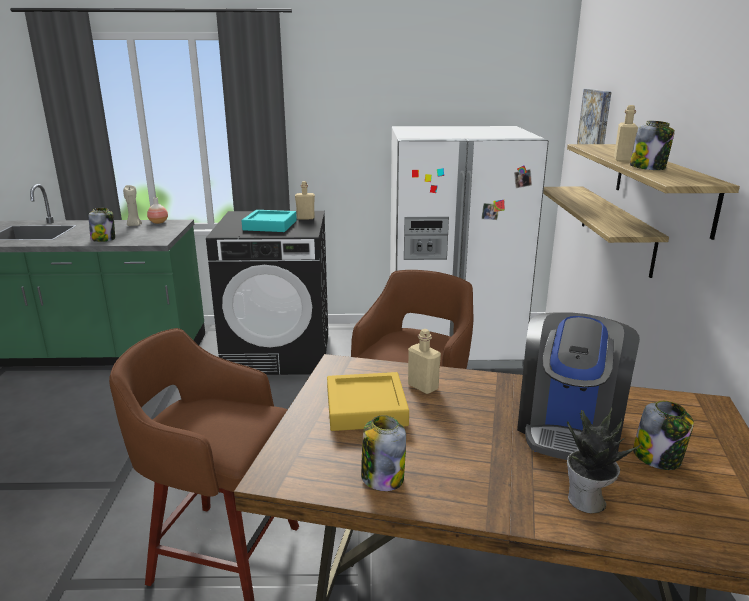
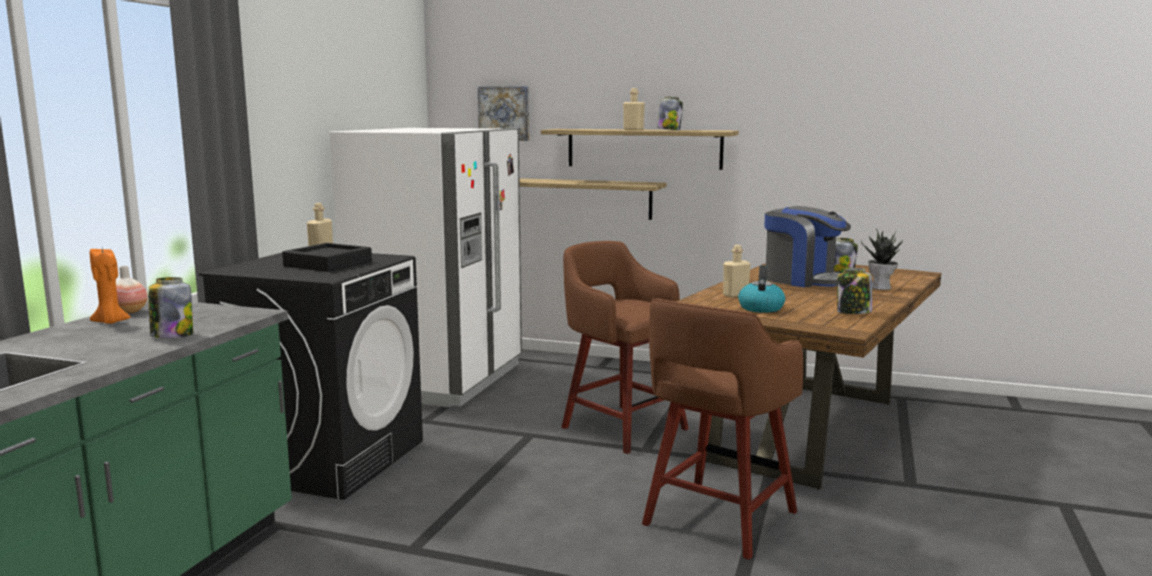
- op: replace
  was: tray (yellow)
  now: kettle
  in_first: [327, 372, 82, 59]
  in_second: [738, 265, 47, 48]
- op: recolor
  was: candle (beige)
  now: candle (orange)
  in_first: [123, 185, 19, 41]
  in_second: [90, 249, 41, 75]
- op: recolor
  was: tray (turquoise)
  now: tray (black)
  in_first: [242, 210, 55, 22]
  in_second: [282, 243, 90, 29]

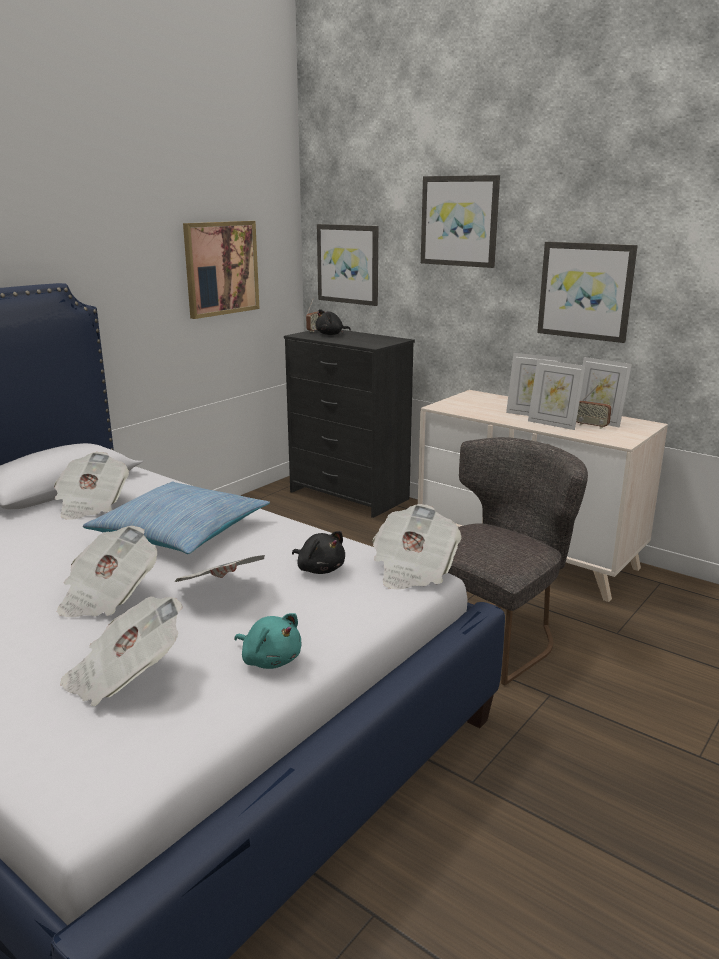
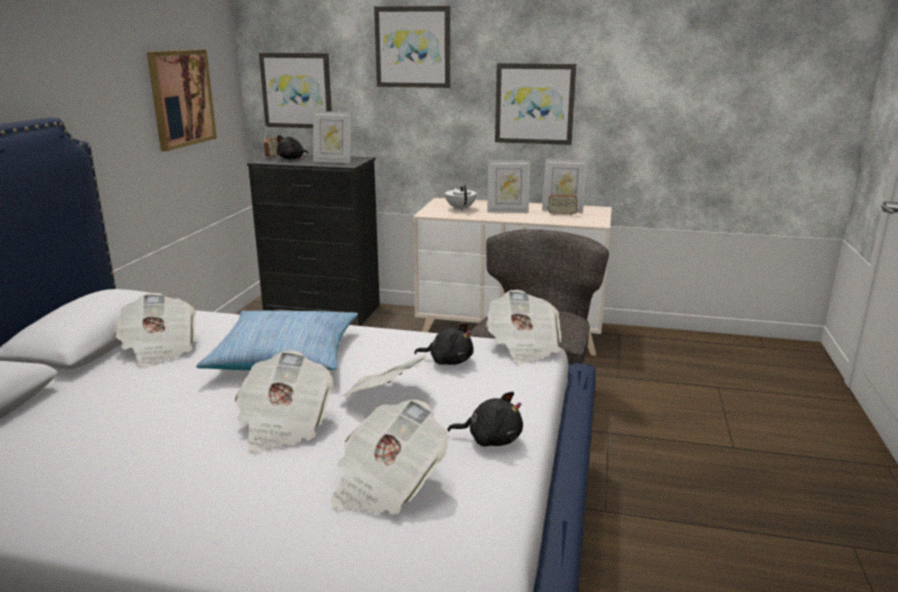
- op: insert
  now: teapot (white)
  in_second: [445, 185, 32, 26]
- op: move
  was: picture frame
  in_first: [528, 359, 58, 71]
  in_second: [313, 111, 38, 52]
- op: recolor
  was: plush toy (turquoise)
  now: plush toy (black)
  in_first: [234, 613, 68, 56]
  in_second: [447, 392, 76, 55]

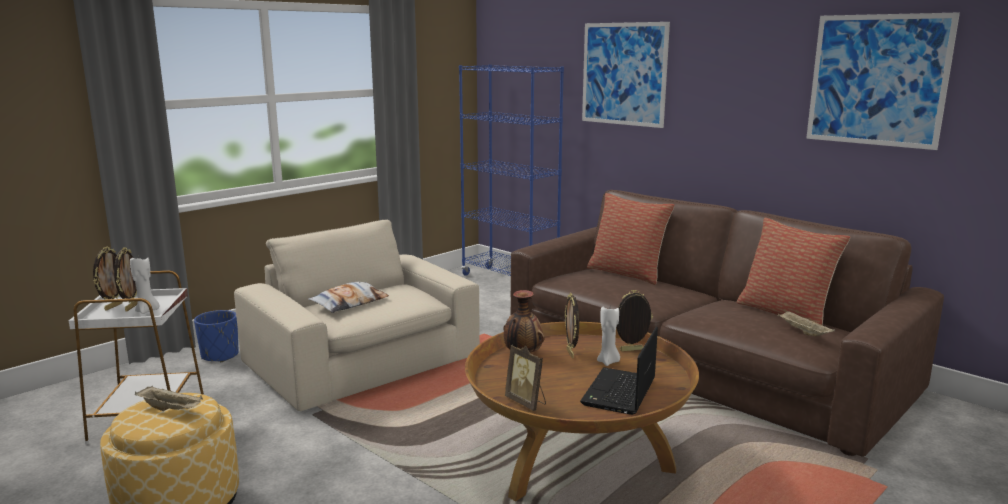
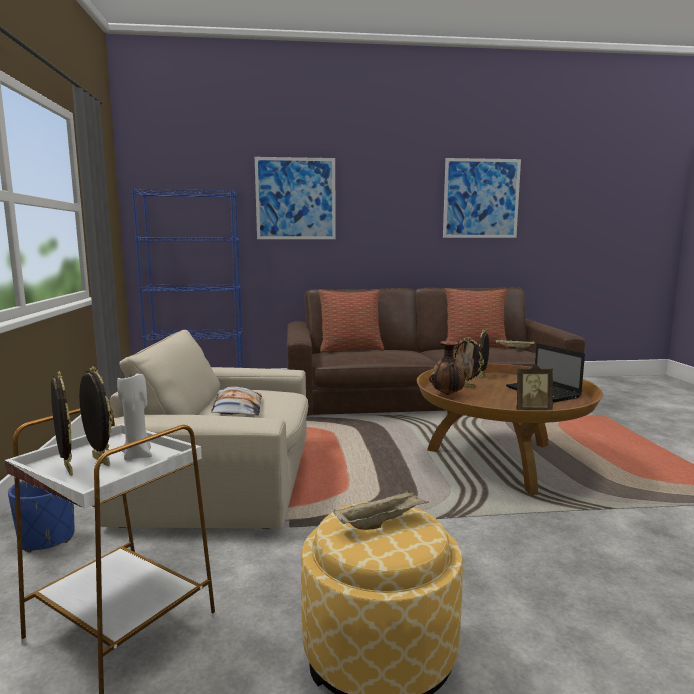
- op: delete
  was: candle (white)
  in_first: [597, 307, 23, 59]

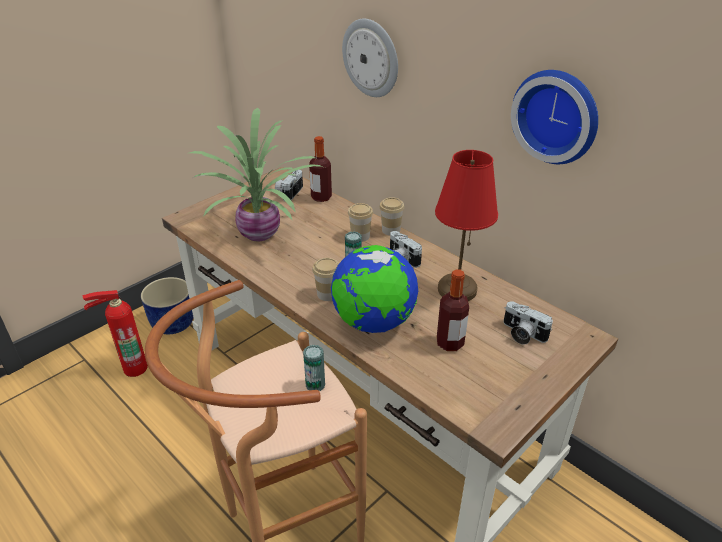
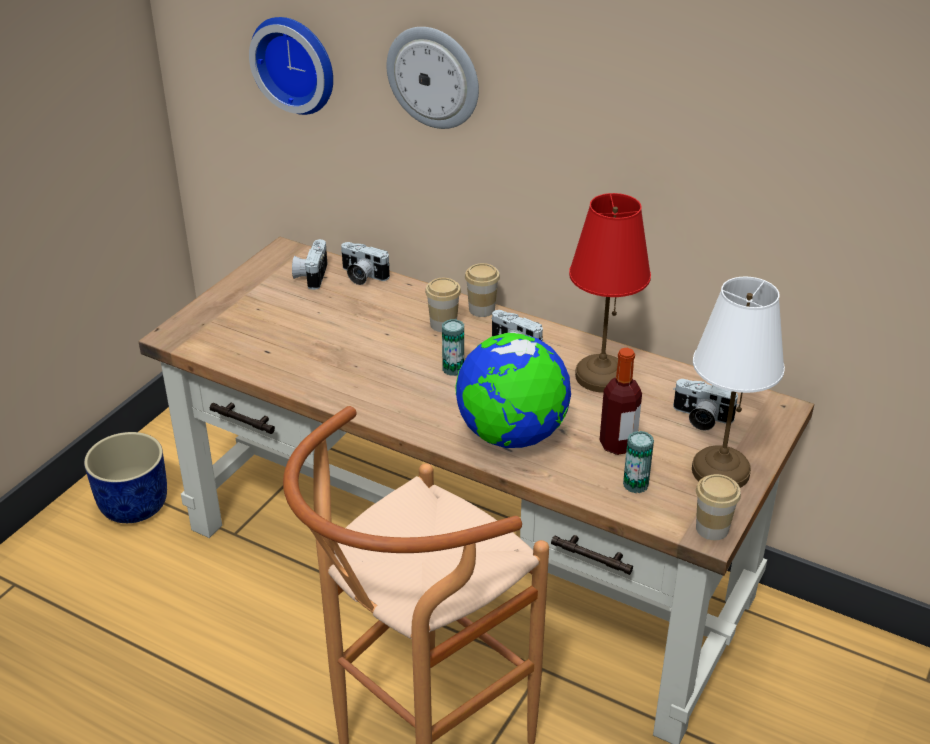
- op: delete
  was: fire extinguisher
  in_first: [83, 290, 65, 87]
- op: delete
  was: potted plant
  in_first: [190, 108, 133, 133]
- op: insert
  now: table lamp (white)
  in_second: [692, 277, 93, 211]
- op: move
  was: can
  in_first: [303, 345, 22, 46]
  in_second: [623, 431, 31, 62]
- op: move
  was: cup
  in_first: [312, 258, 27, 43]
  in_second: [696, 474, 45, 66]
- op: move
  was: wall clock
  in_first: [511, 70, 87, 94]
  in_second: [249, 17, 84, 98]
- op: replace
  was: bottle
  now: photo camera
  in_first: [309, 136, 23, 66]
  in_second: [341, 242, 49, 43]

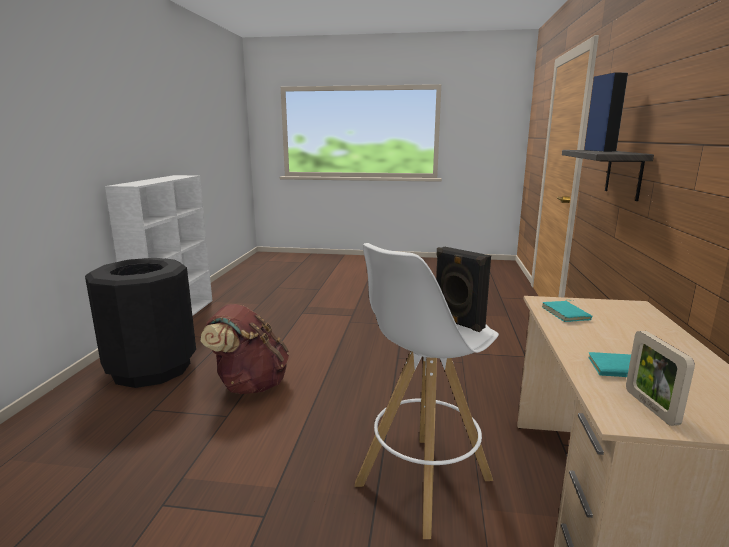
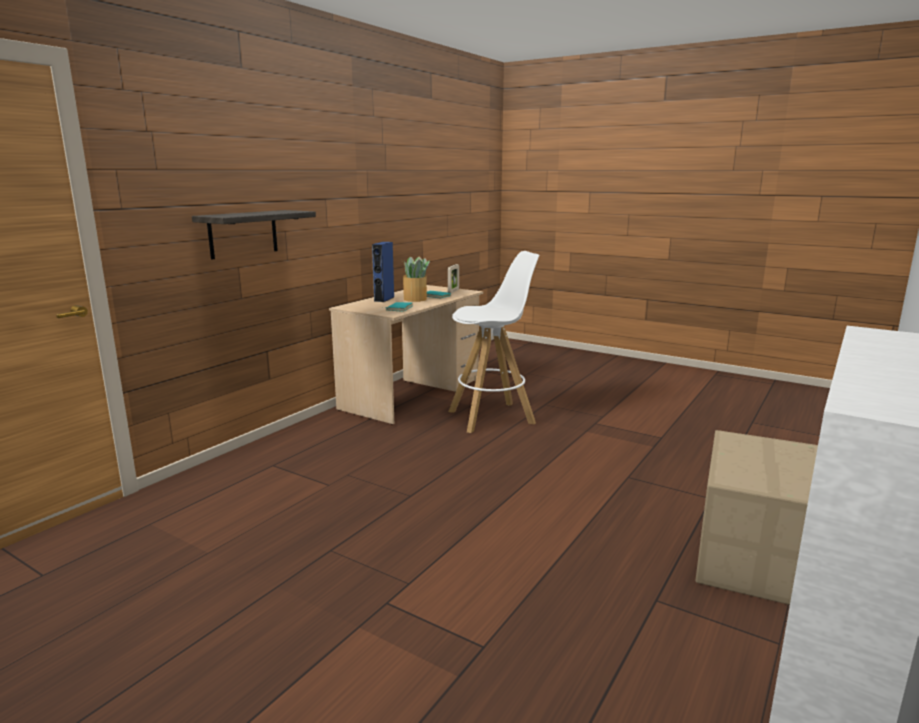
- op: delete
  was: backpack (brown)
  in_first: [201, 304, 88, 90]
- op: delete
  was: speaker (black)
  in_first: [436, 247, 55, 85]
- op: insert
  now: potted plant
  in_second: [402, 257, 28, 45]
- op: move
  was: speaker (blue)
  in_first: [584, 72, 44, 80]
  in_second: [372, 242, 22, 60]
- op: replace
  was: trash can (black)
  now: cardboard box
  in_first: [85, 258, 111, 130]
  in_second: [695, 430, 123, 175]

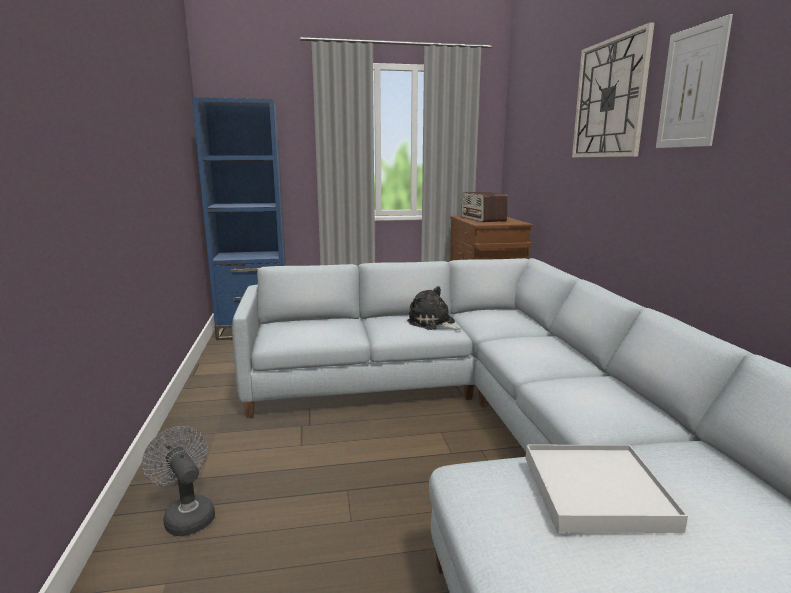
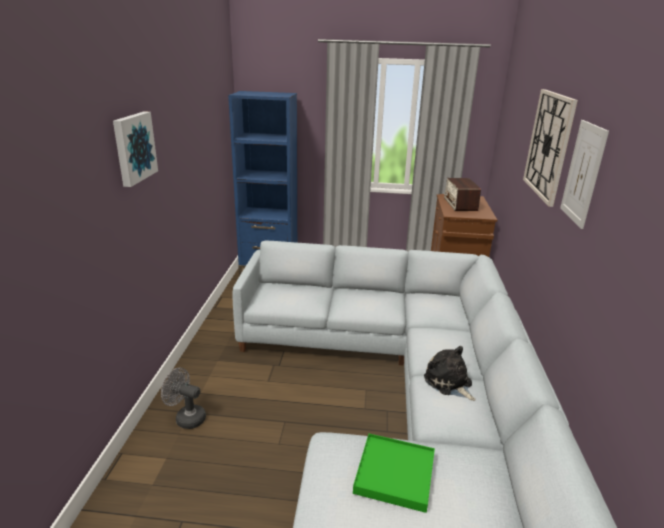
- op: insert
  now: picture
  in_second: [113, 111, 45, 76]
- op: move
  was: plush toy
  in_first: [407, 286, 54, 44]
  in_second: [424, 346, 52, 55]
- op: recolor
  was: tray (white)
  now: tray (green)
  in_first: [525, 445, 163, 88]
  in_second: [353, 433, 82, 80]
- op: rotate
  was: fan (grey)
  in_first: [142, 426, 73, 110]
  in_second: [161, 368, 45, 61]
  clockwise: -45

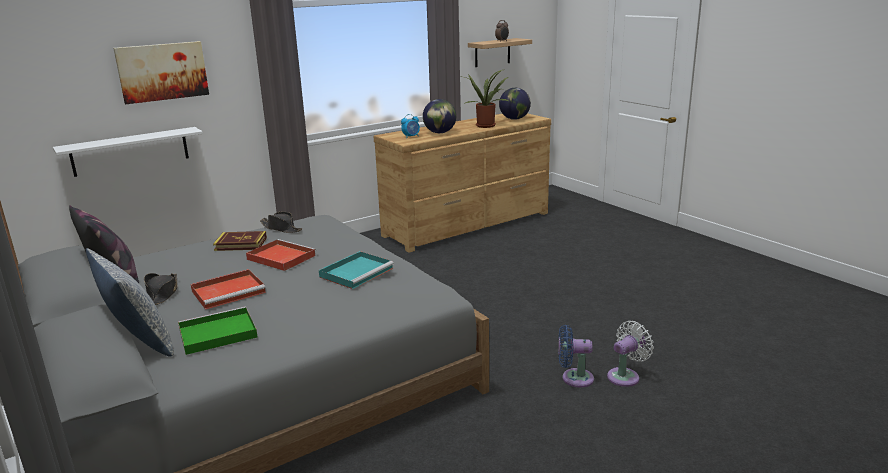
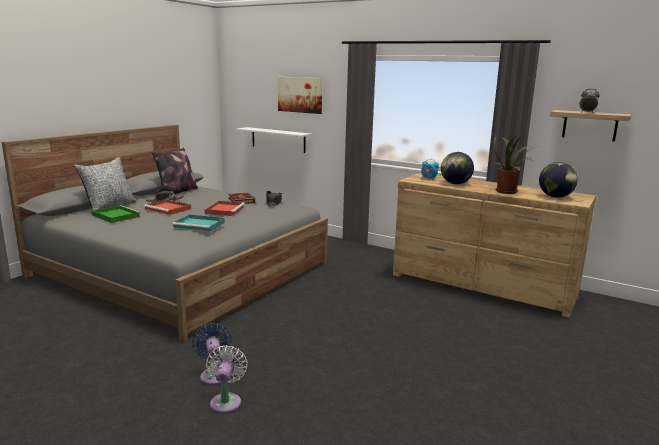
- op: rotate
  was: fan (white)
  in_first: [607, 321, 47, 66]
  in_second: [206, 345, 42, 68]
  clockwise: -120

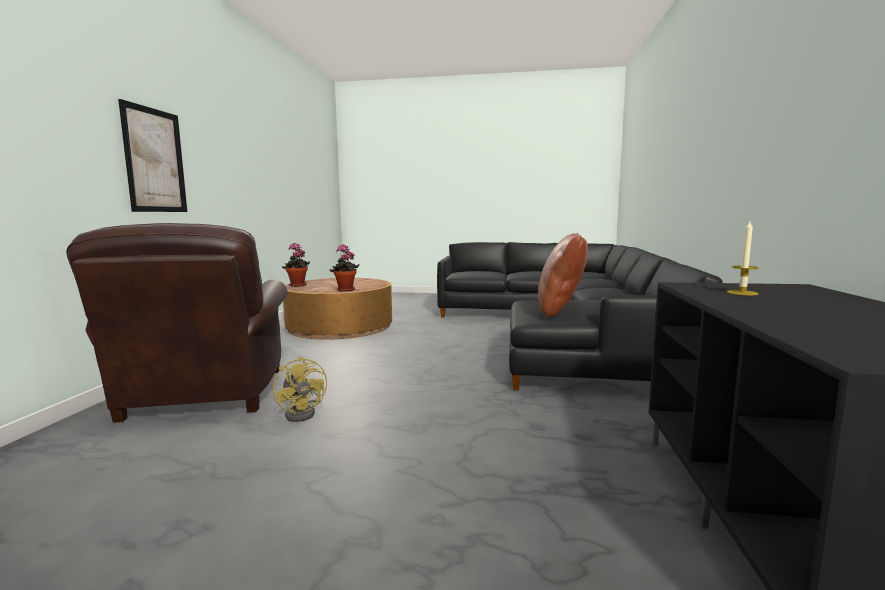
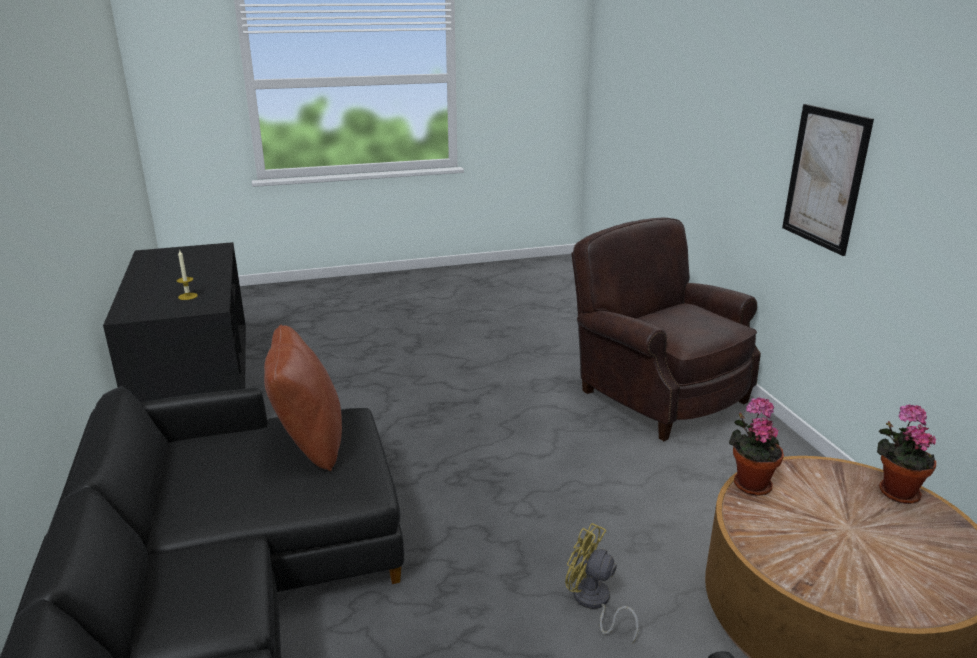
- op: move
  was: fan (yellow)
  in_first: [273, 357, 54, 65]
  in_second: [565, 523, 74, 121]

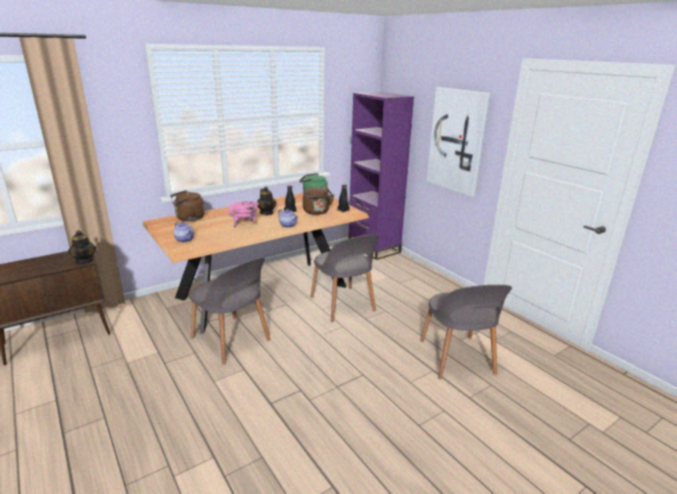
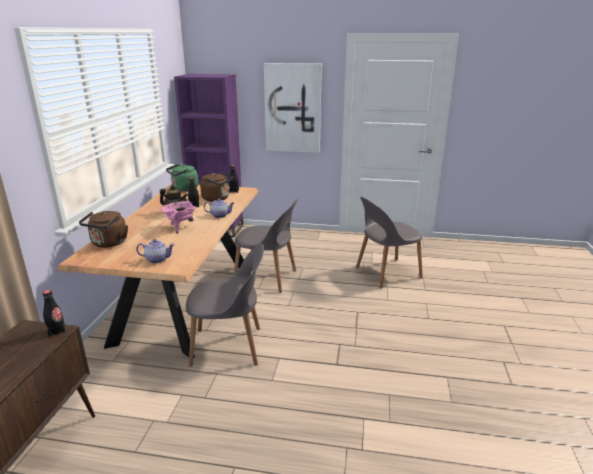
- op: replace
  was: teapot
  now: bottle (black)
  in_first: [68, 230, 28, 34]
  in_second: [42, 290, 24, 47]
- op: rotate
  was: chair (grey)
  in_first: [420, 285, 92, 94]
  in_second: [356, 197, 67, 91]
  clockwise: 120

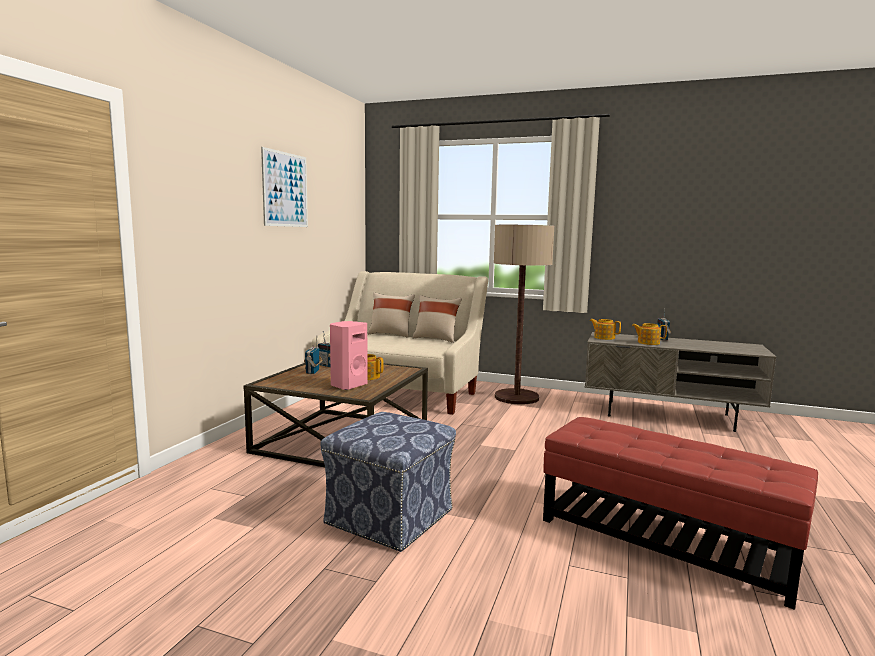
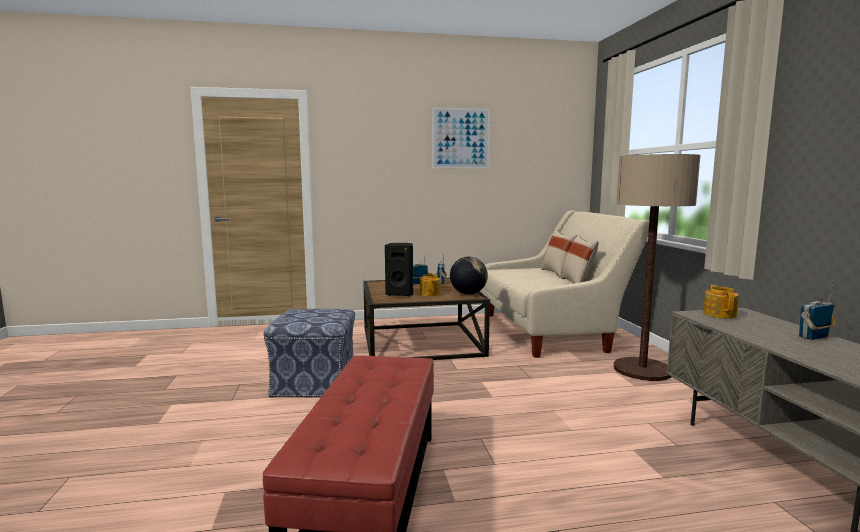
- op: delete
  was: teapot
  in_first: [632, 323, 35, 22]
- op: insert
  now: globe
  in_second: [450, 256, 38, 39]
- op: recolor
  was: speaker (pink)
  now: speaker (black)
  in_first: [330, 321, 38, 69]
  in_second: [385, 243, 28, 53]

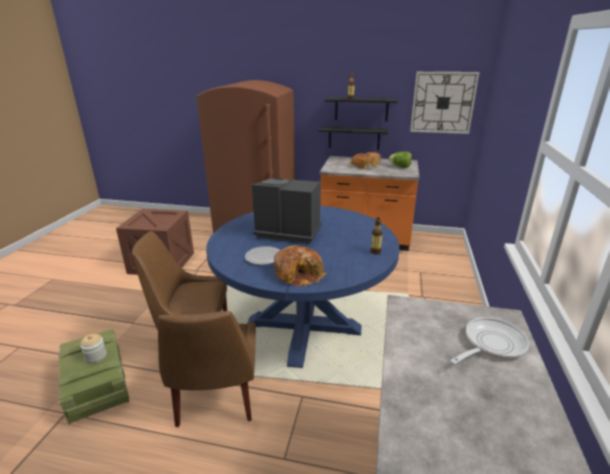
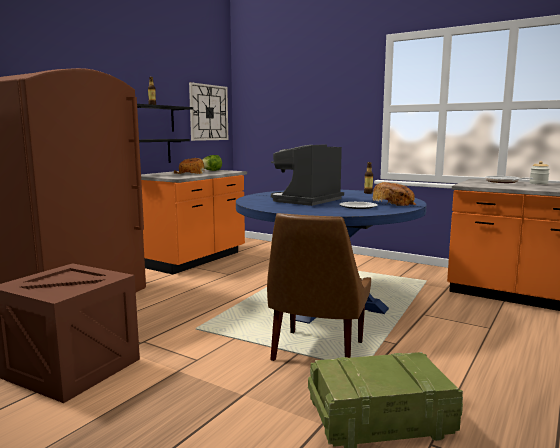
- op: delete
  was: chair (brown)
  in_first: [158, 311, 98, 116]
- op: move
  was: jar
  in_first: [80, 334, 27, 29]
  in_second: [529, 161, 20, 24]

